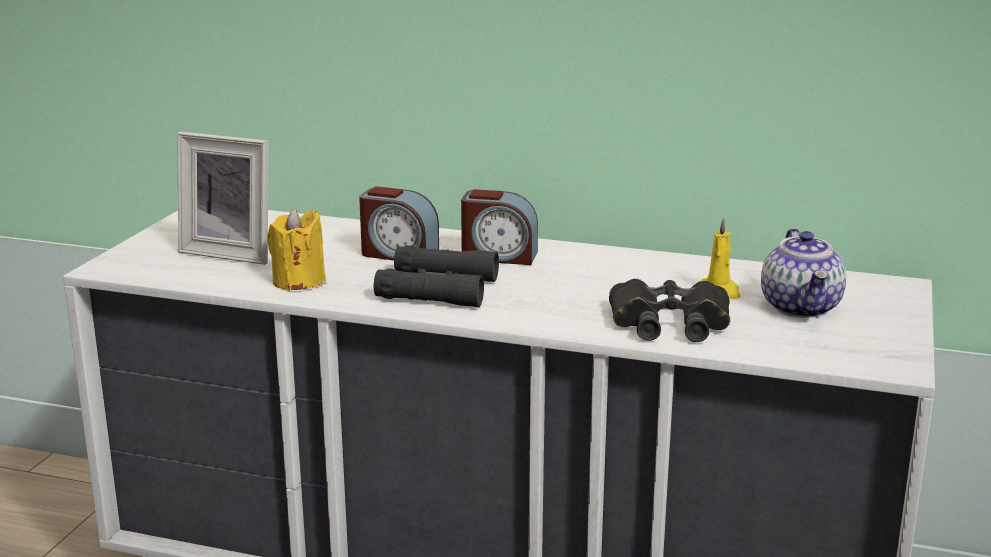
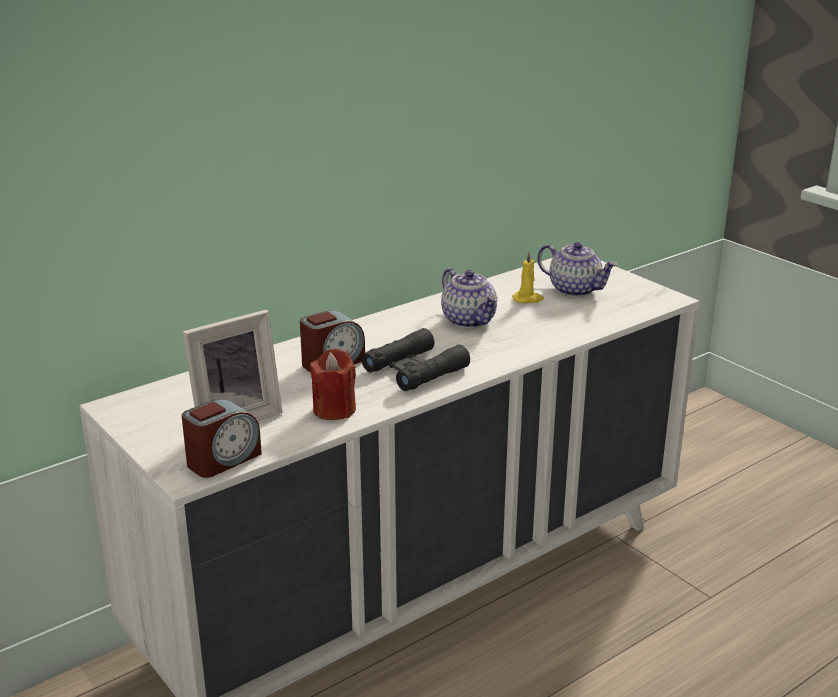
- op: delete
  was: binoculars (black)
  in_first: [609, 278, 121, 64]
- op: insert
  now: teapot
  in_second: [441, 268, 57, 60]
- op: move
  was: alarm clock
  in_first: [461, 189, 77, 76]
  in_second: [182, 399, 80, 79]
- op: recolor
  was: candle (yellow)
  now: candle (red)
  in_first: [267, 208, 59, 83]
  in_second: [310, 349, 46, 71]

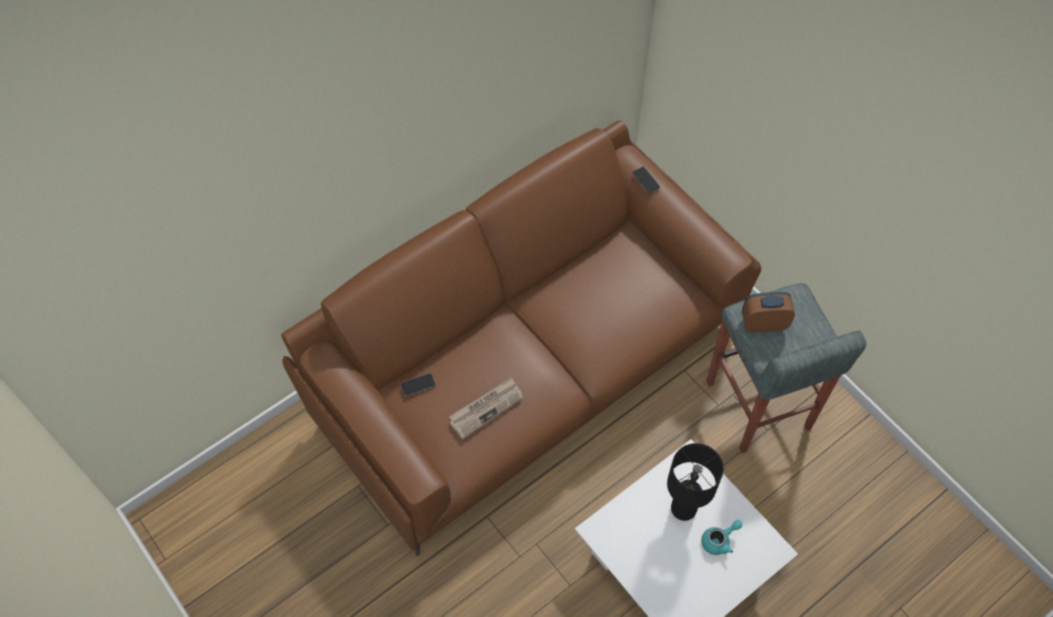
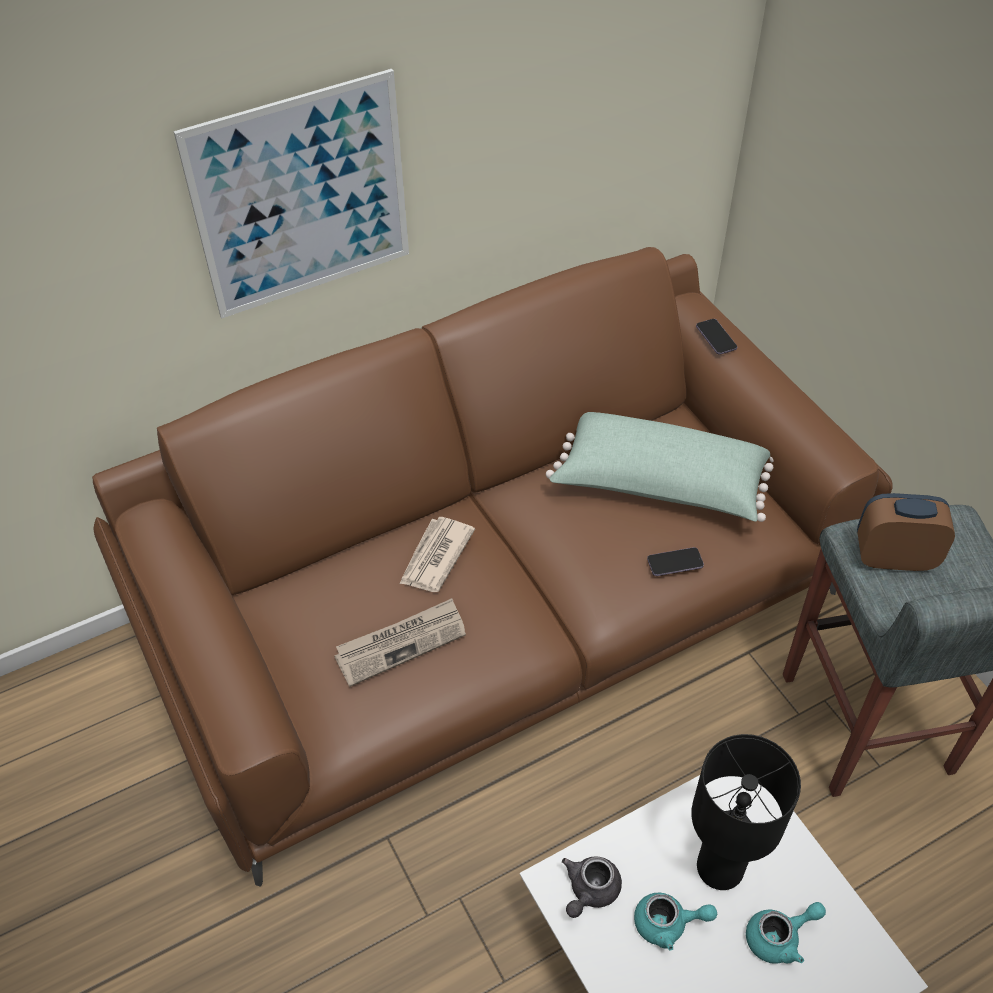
- op: insert
  now: picture
  in_second: [174, 69, 235, 249]
- op: insert
  now: newspaper
  in_second: [399, 517, 76, 75]
- op: insert
  now: pillow (green)
  in_second: [546, 412, 227, 110]
- op: insert
  now: teapot (grey)
  in_second: [562, 856, 60, 62]
- op: insert
  now: teapot (turquoise)
  in_second: [634, 893, 83, 58]
- op: move
  was: phone
  in_first: [401, 373, 34, 23]
  in_second: [647, 547, 57, 29]

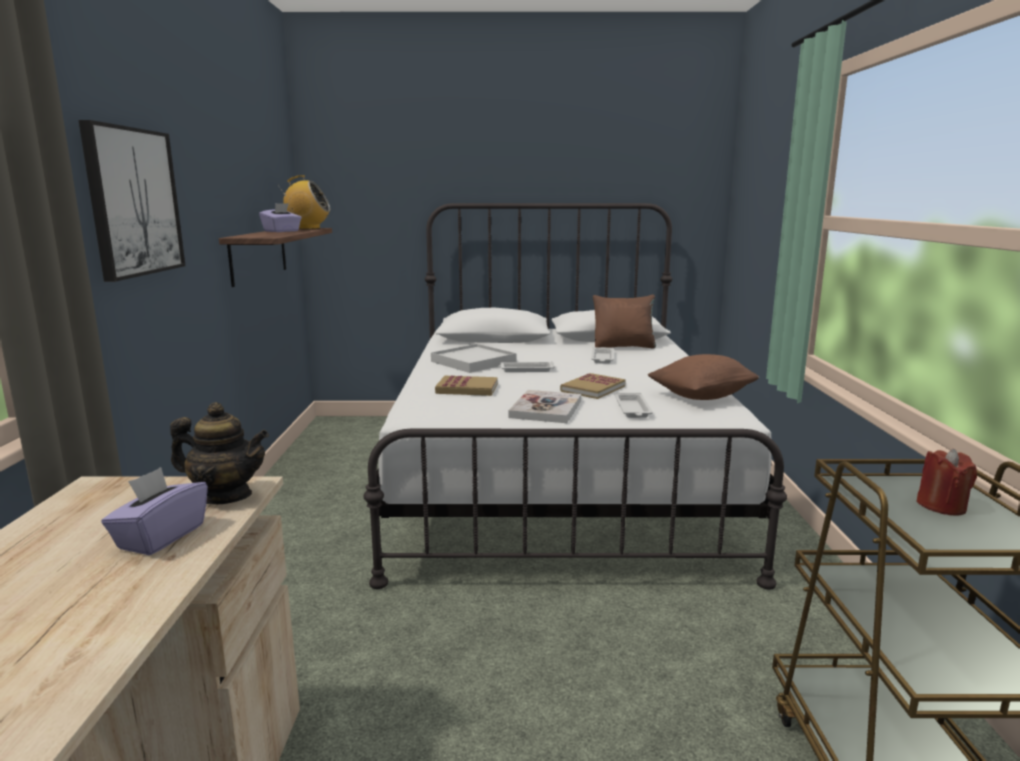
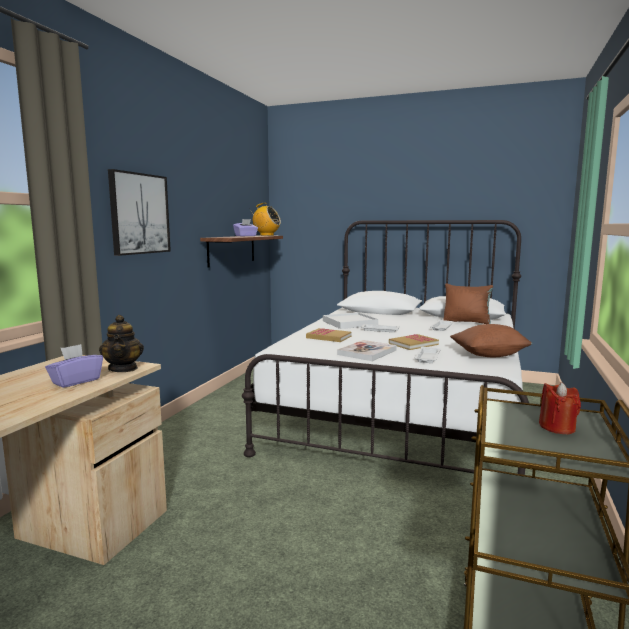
- op: rotate
  was: teapot
  in_first: [170, 402, 99, 103]
  in_second: [99, 315, 45, 57]
  clockwise: 45

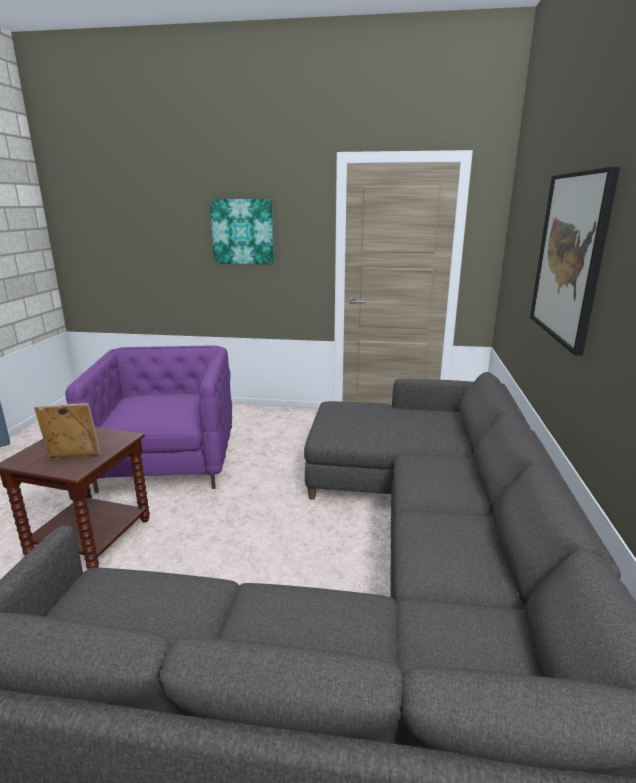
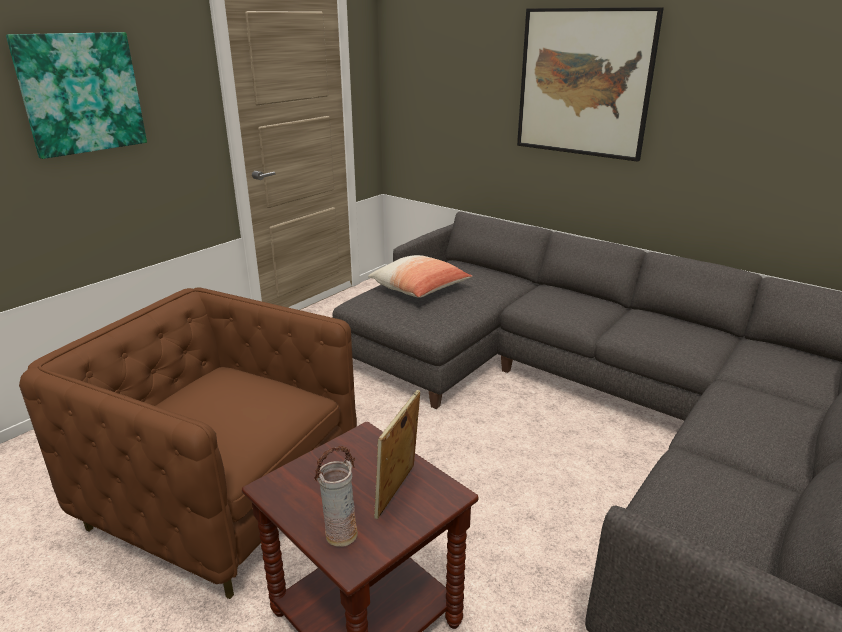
- op: insert
  now: vase
  in_second: [314, 446, 44, 101]
- op: insert
  now: pillow
  in_second: [368, 255, 105, 43]
- op: recolor
  was: armchair (purple)
  now: armchair (brown)
  in_first: [65, 346, 167, 147]
  in_second: [19, 287, 338, 312]

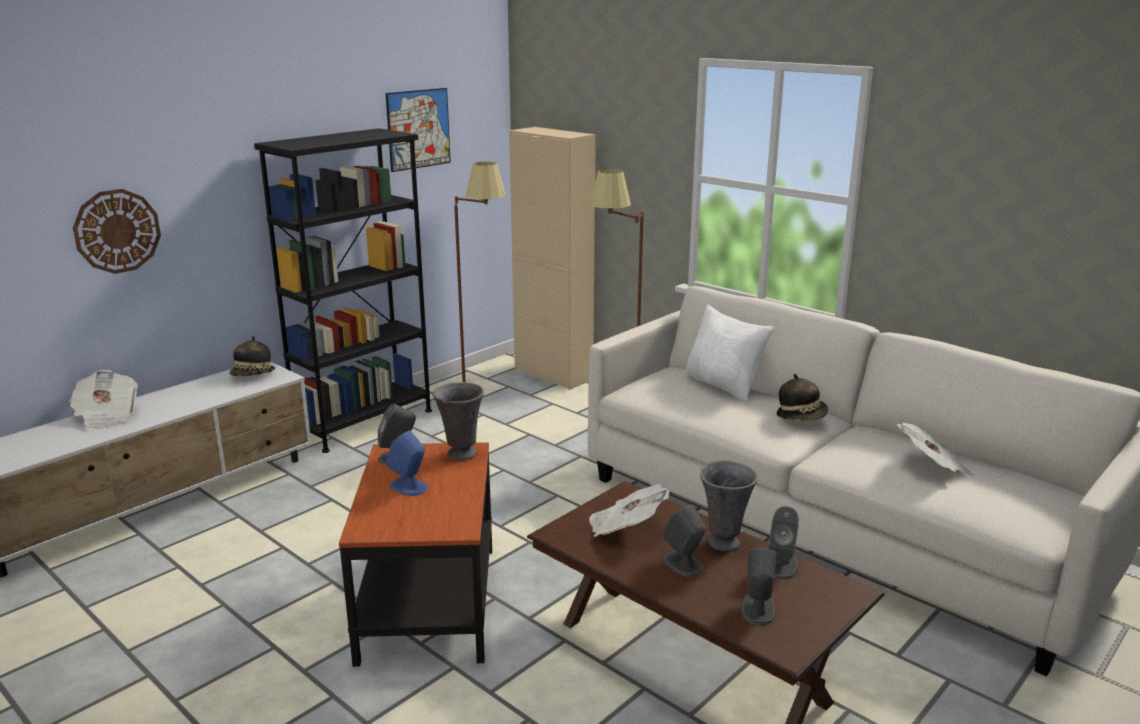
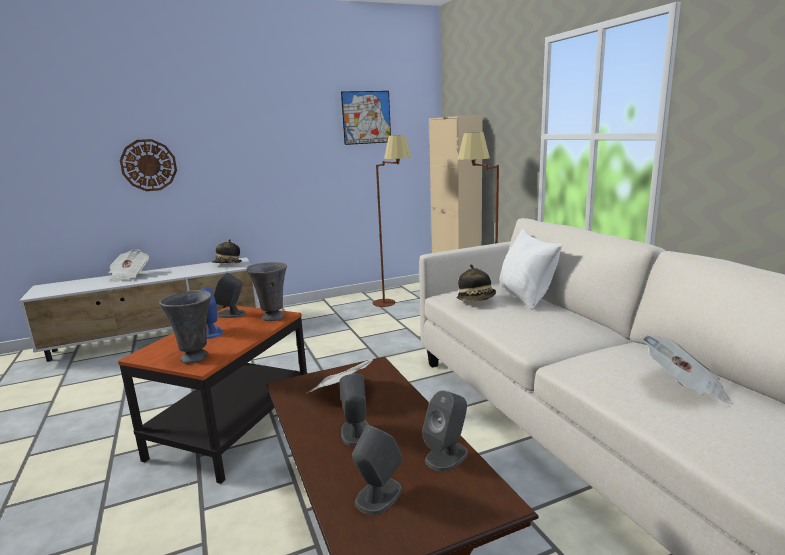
- op: delete
  was: bookcase (black)
  in_first: [254, 128, 178, 325]
- op: move
  was: vase (grey)
  in_first: [700, 460, 58, 92]
  in_second: [159, 290, 52, 74]
- op: move
  was: hat
  in_first: [777, 374, 51, 47]
  in_second: [457, 265, 39, 36]

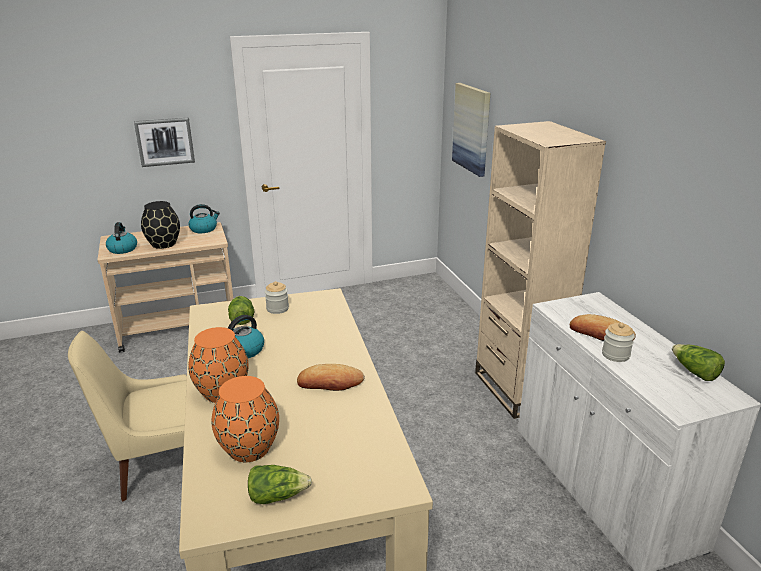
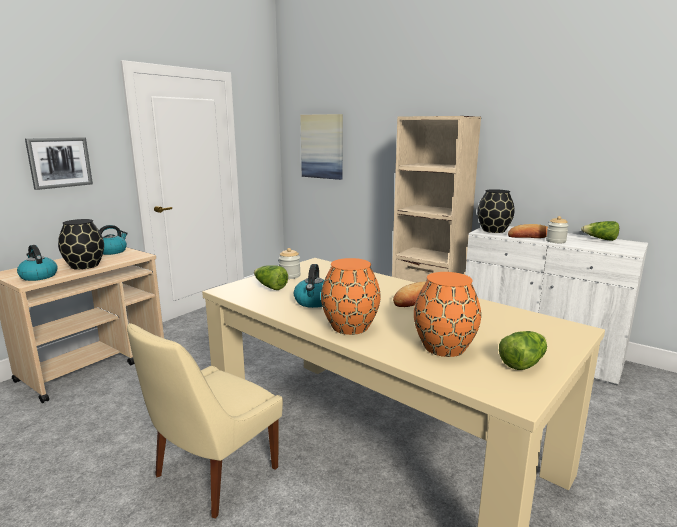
- op: insert
  now: vase (black)
  in_second: [477, 189, 38, 44]

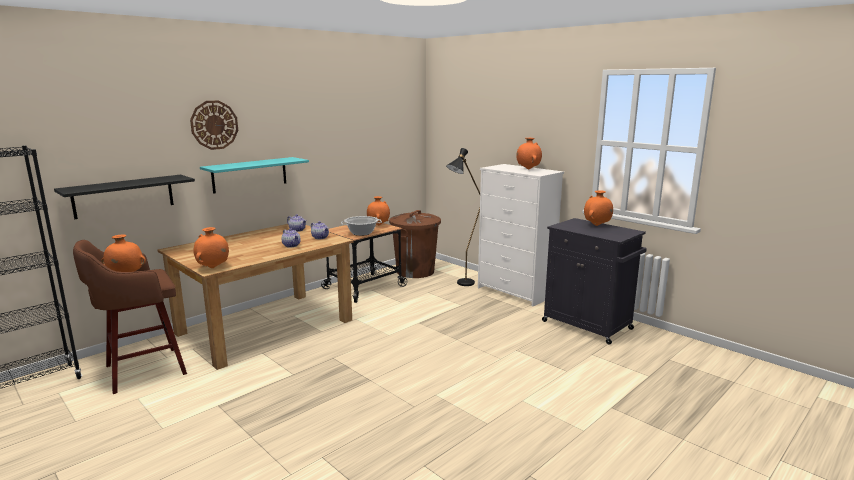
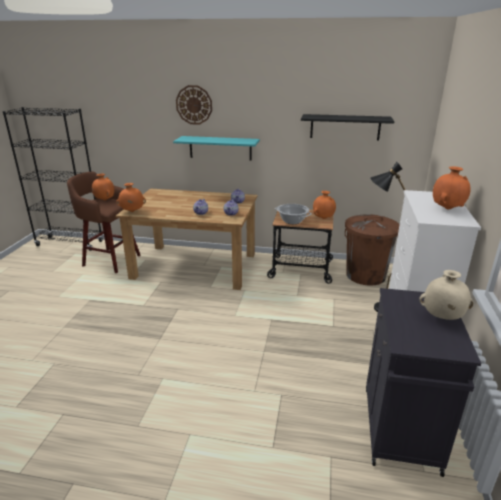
- op: move
  was: shelf (black)
  in_first: [54, 175, 141, 44]
  in_second: [301, 114, 93, 27]
- op: recolor
  was: vase (orange)
  now: vase (beige)
  in_first: [584, 190, 29, 36]
  in_second: [419, 270, 55, 50]

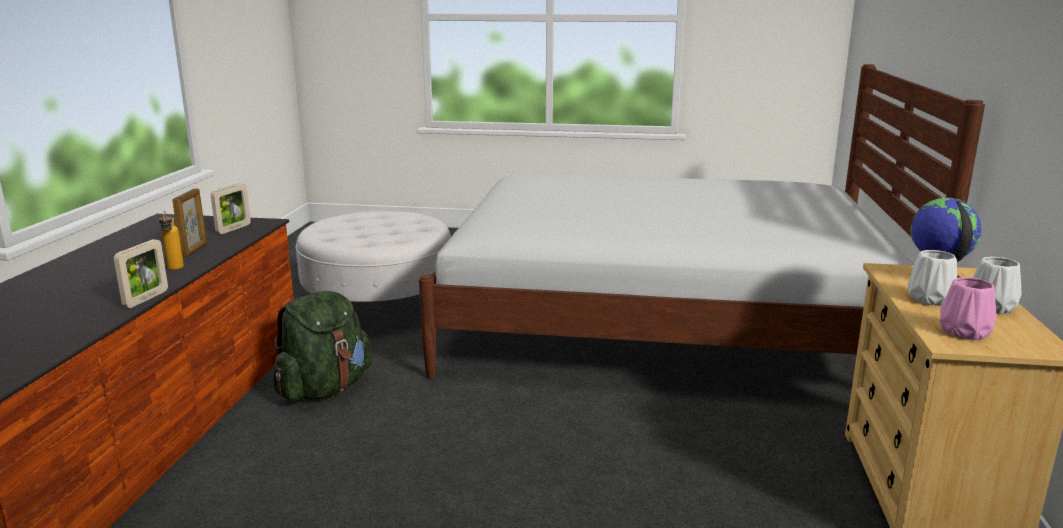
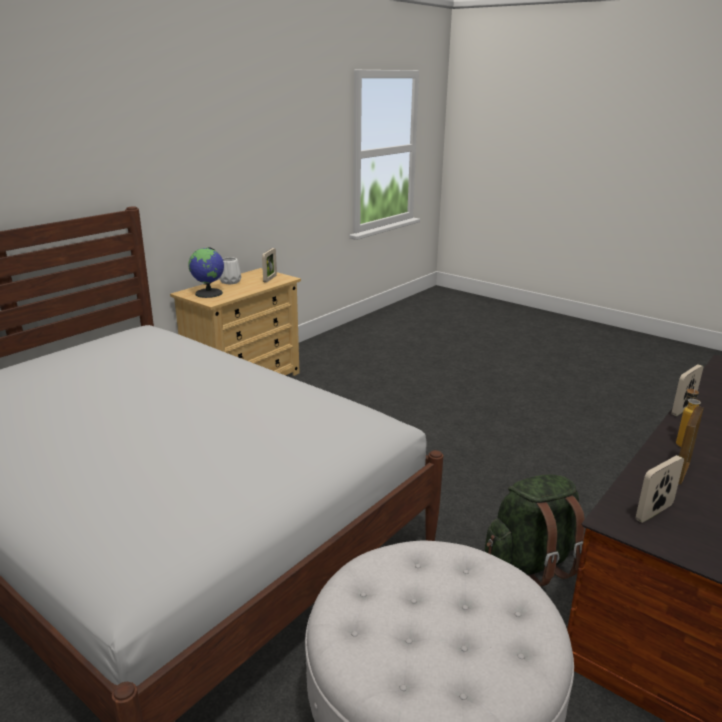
- op: delete
  was: vase (white)
  in_first: [908, 250, 49, 56]
- op: replace
  was: vase (pink)
  now: picture frame
  in_first: [940, 277, 56, 63]
  in_second: [262, 248, 15, 35]

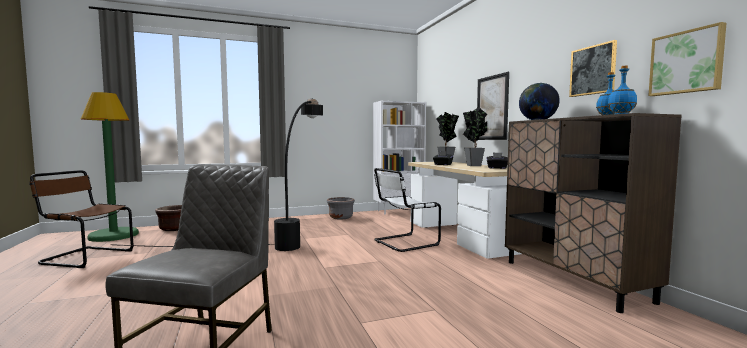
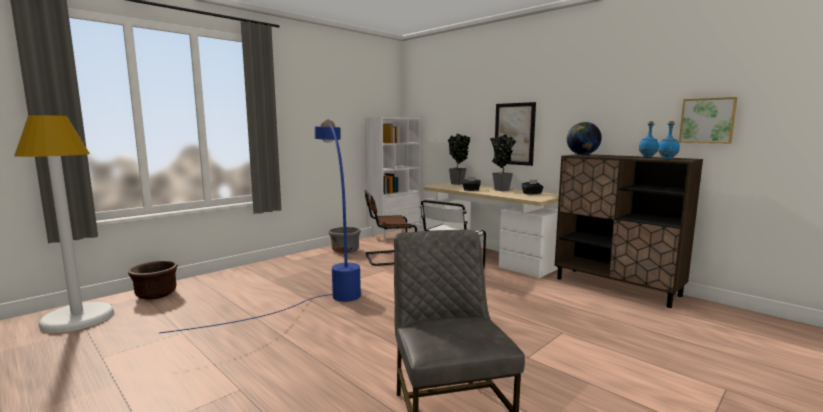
- op: delete
  was: picture
  in_first: [569, 40, 48, 57]
- op: move
  was: chair (brown)
  in_first: [29, 170, 104, 98]
  in_second: [364, 190, 53, 76]
- op: recolor
  was: floor lamp (green)
  now: floor lamp (white)
  in_first: [81, 92, 58, 150]
  in_second: [14, 115, 100, 218]
- op: recolor
  was: floor lamp (black)
  now: floor lamp (blue)
  in_first: [110, 98, 213, 153]
  in_second: [159, 119, 202, 214]

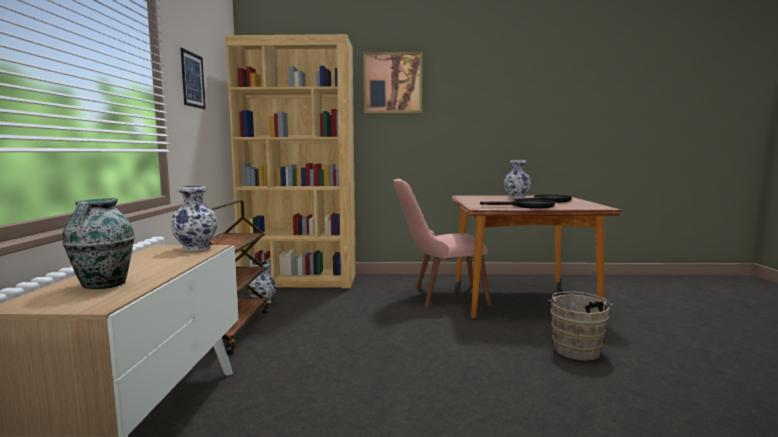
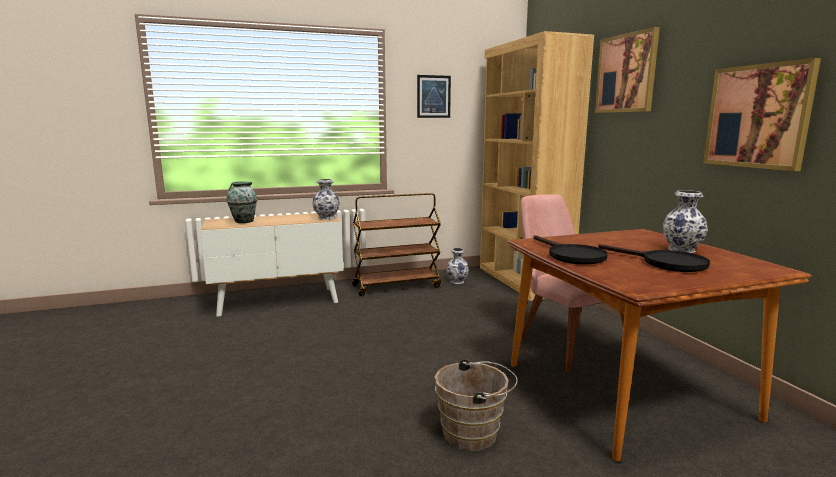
- op: insert
  now: picture
  in_second: [703, 58, 118, 113]

